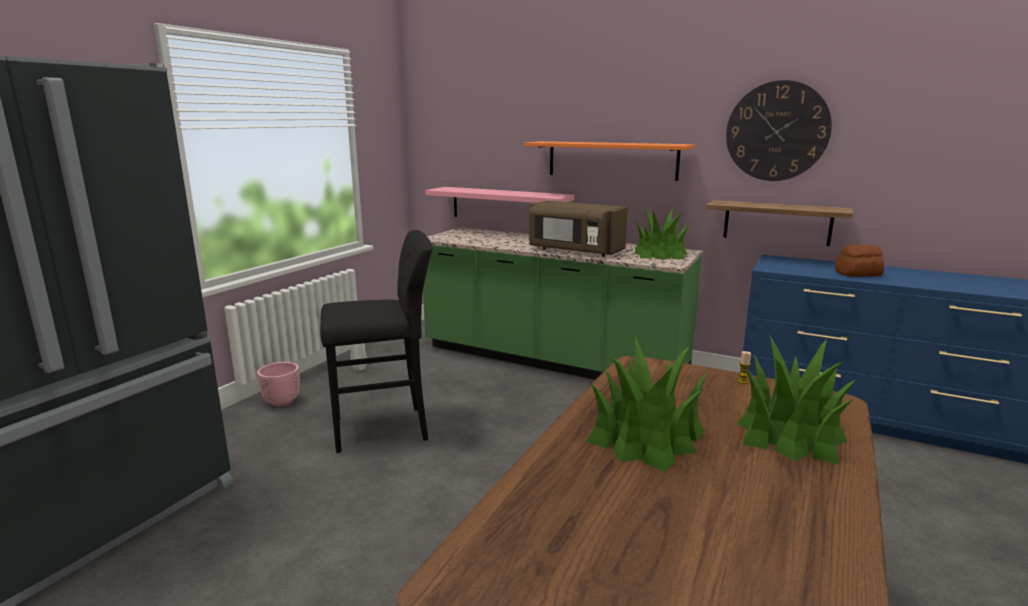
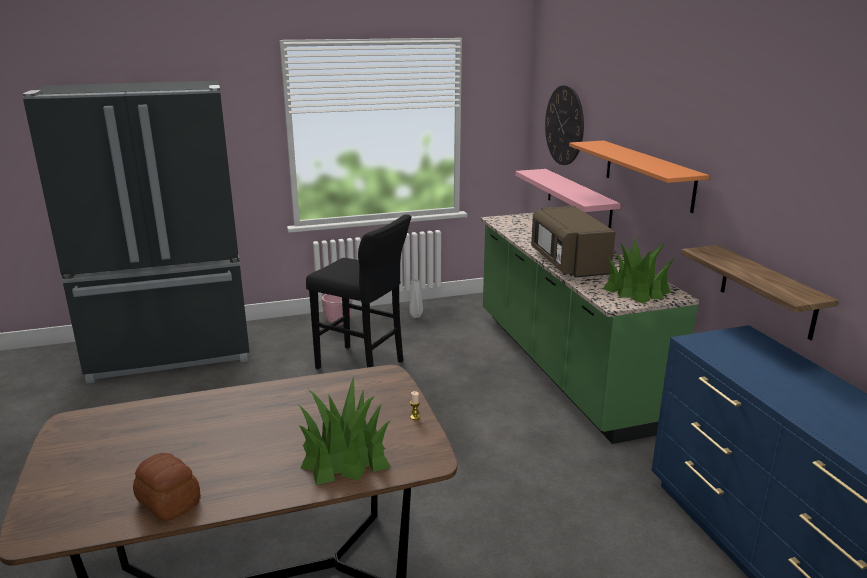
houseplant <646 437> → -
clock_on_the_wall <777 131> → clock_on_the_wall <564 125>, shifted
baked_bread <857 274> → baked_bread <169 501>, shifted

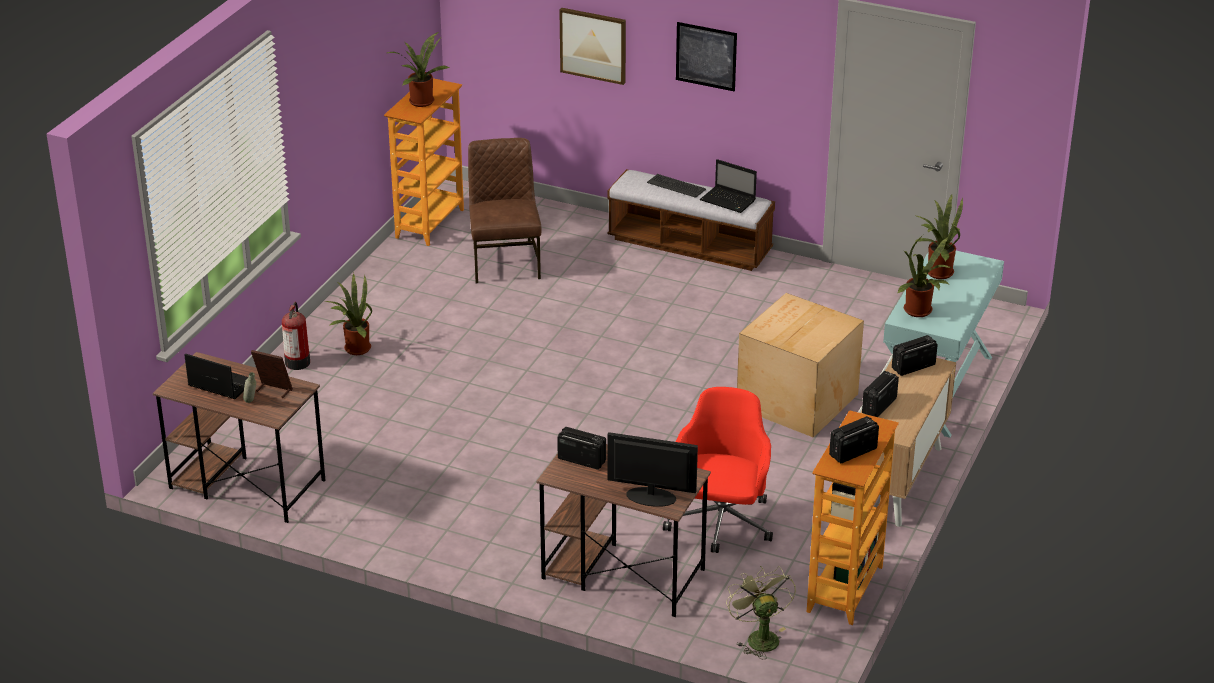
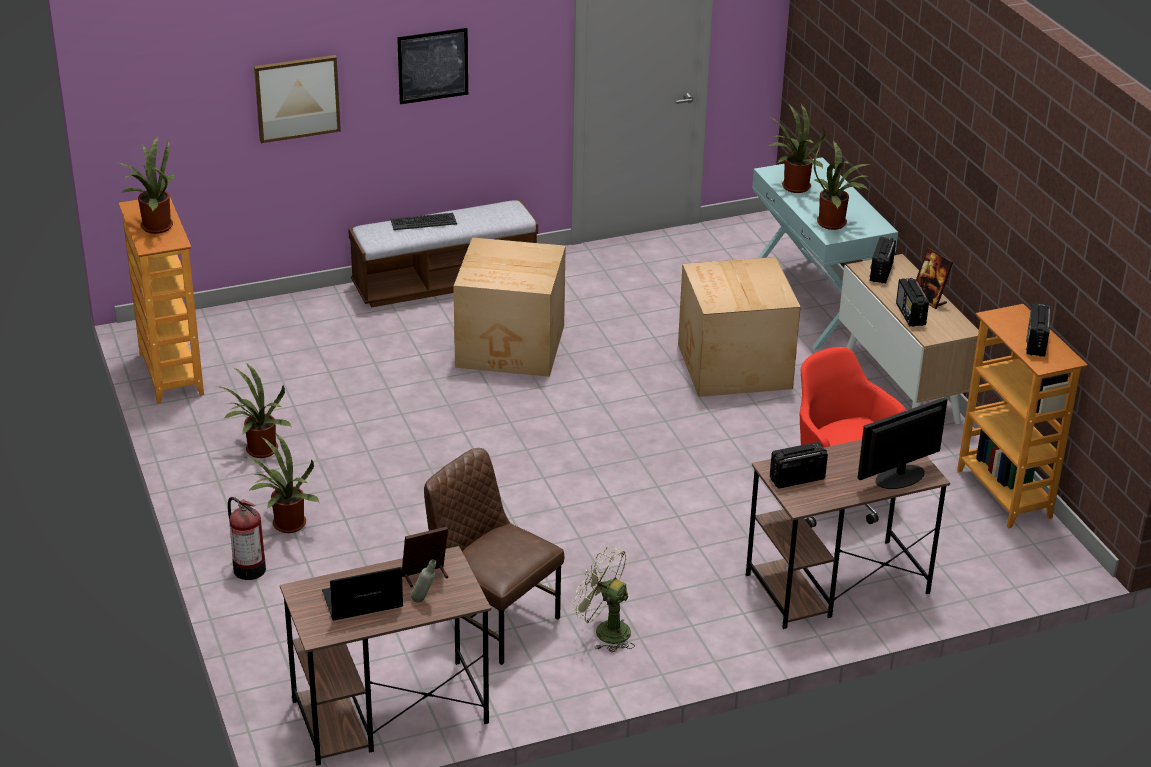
portable_computer <729 201> → -
- → houseplant <259 451>
- → carton <511 347>
- → picture_frame <929 299>
brownish_plain_chair <505 262> → brownish_plain_chair <492 619>, shifted
green_fan <759 637> → green_fan <604 631>, shifted

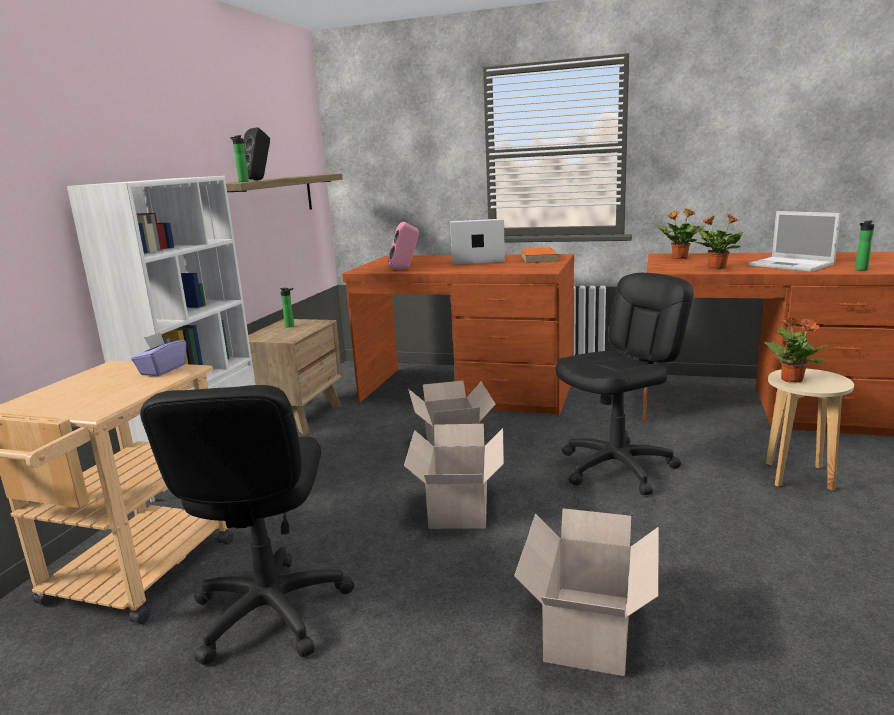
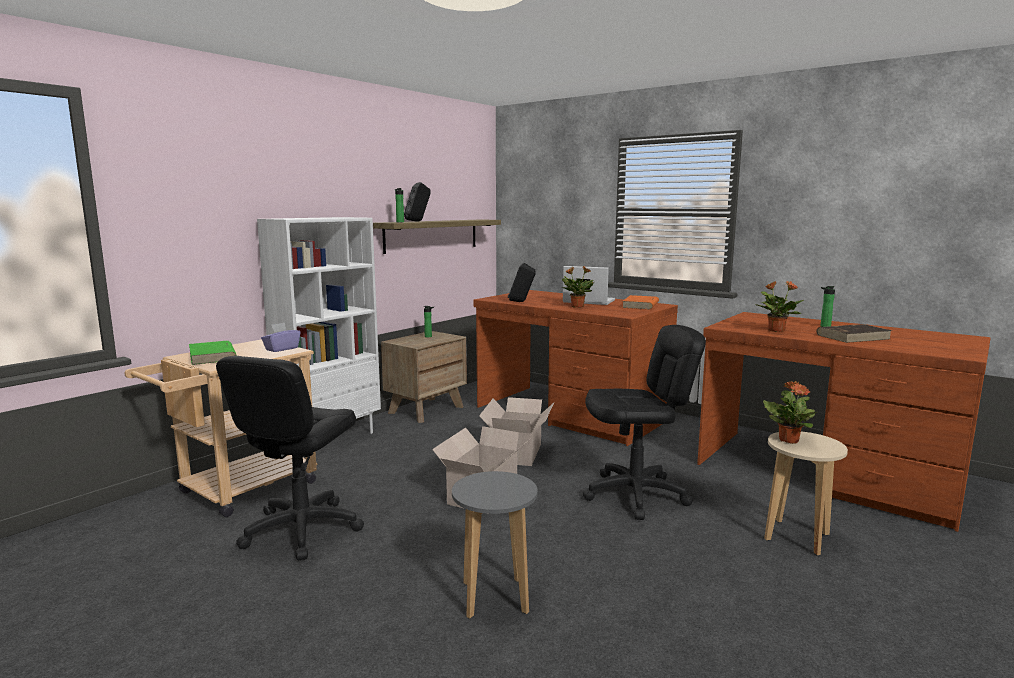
- → green_book <212 356>
houseplant <679 258> → houseplant <577 306>, shifted
bottle <860 270> → bottle <824 326>, shifted
carton <587 631> → greyish_stool_seat <494 598>
portable_computer <792 265> → brownish_book <853 336>
pink_audio_speaker <405 269> → black_audio_speaker <521 302>

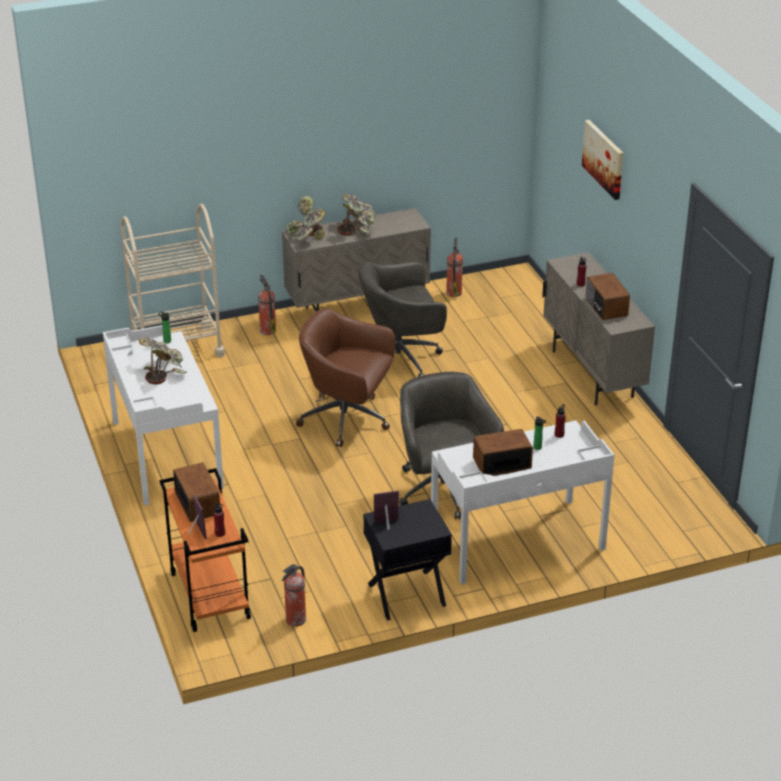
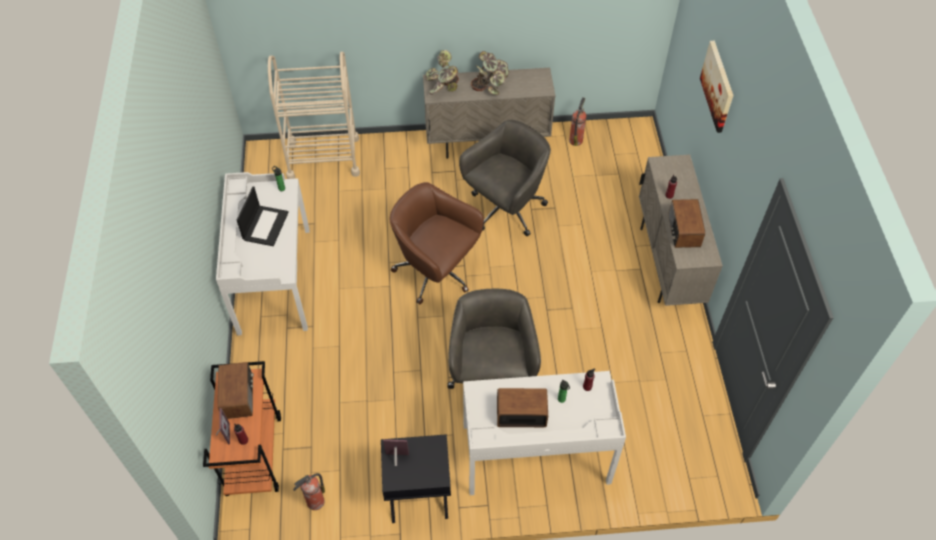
fire-fighting_cylinder <267 330> → -
houseplant <163 371> → portable_computer <265 225>
greyish_desk_chair <401 359> → greyish_desk_chair <505 210>, 135 degrees clockwise

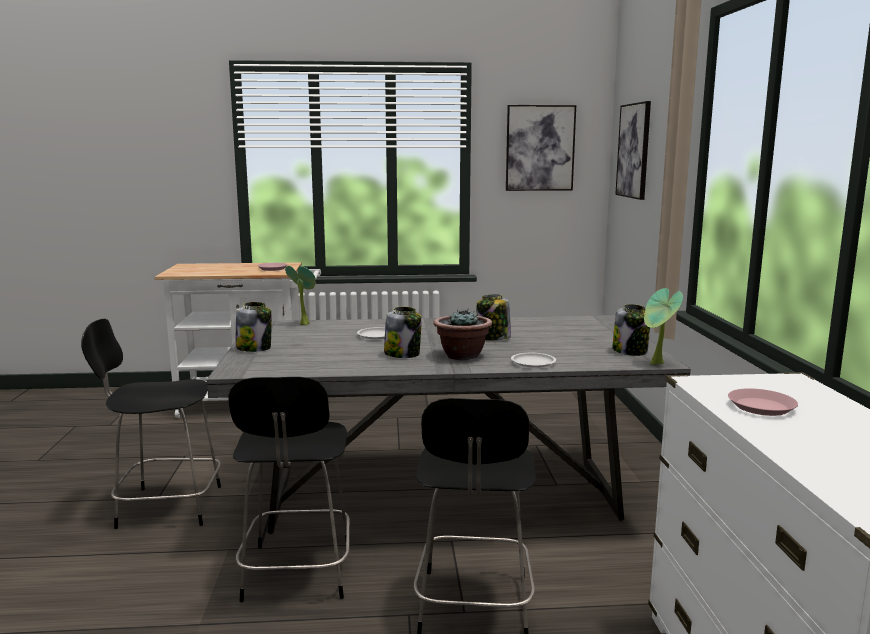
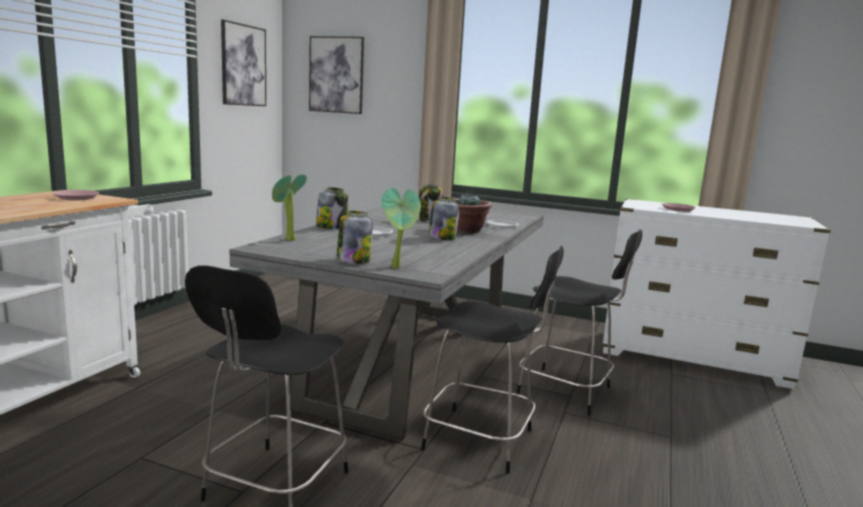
preserve_jar <630 351> → preserve_jar <331 227>, shifted
houseplant <657 364> → houseplant <398 267>, shifted

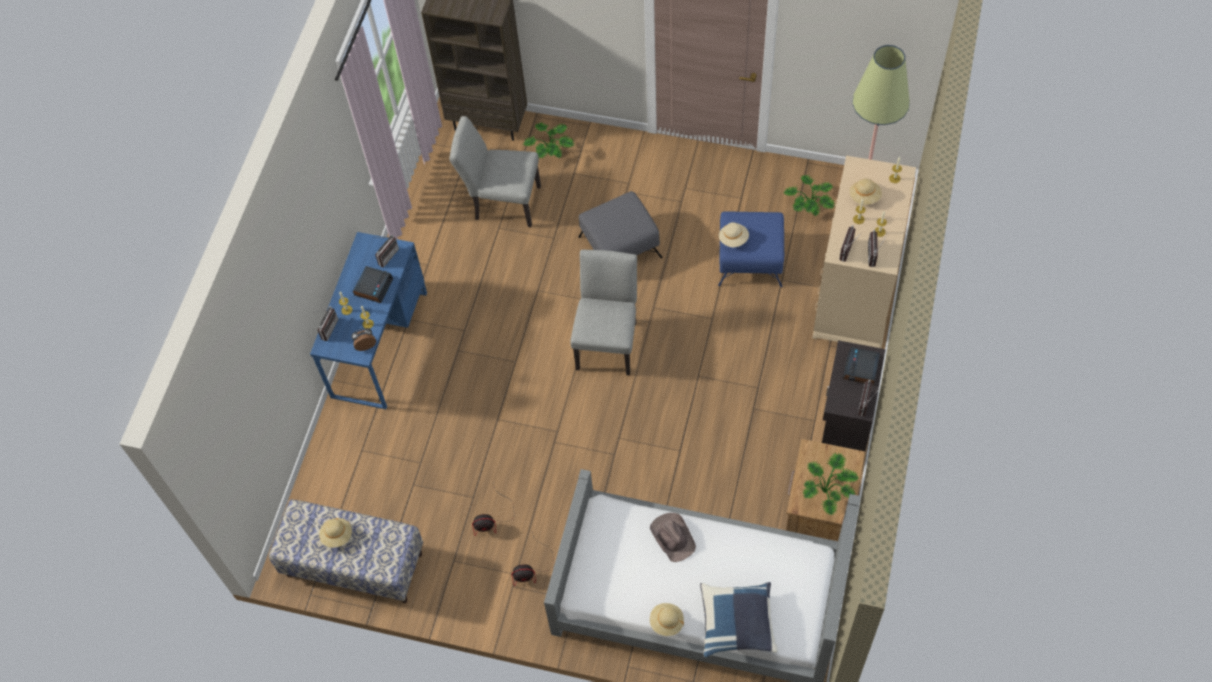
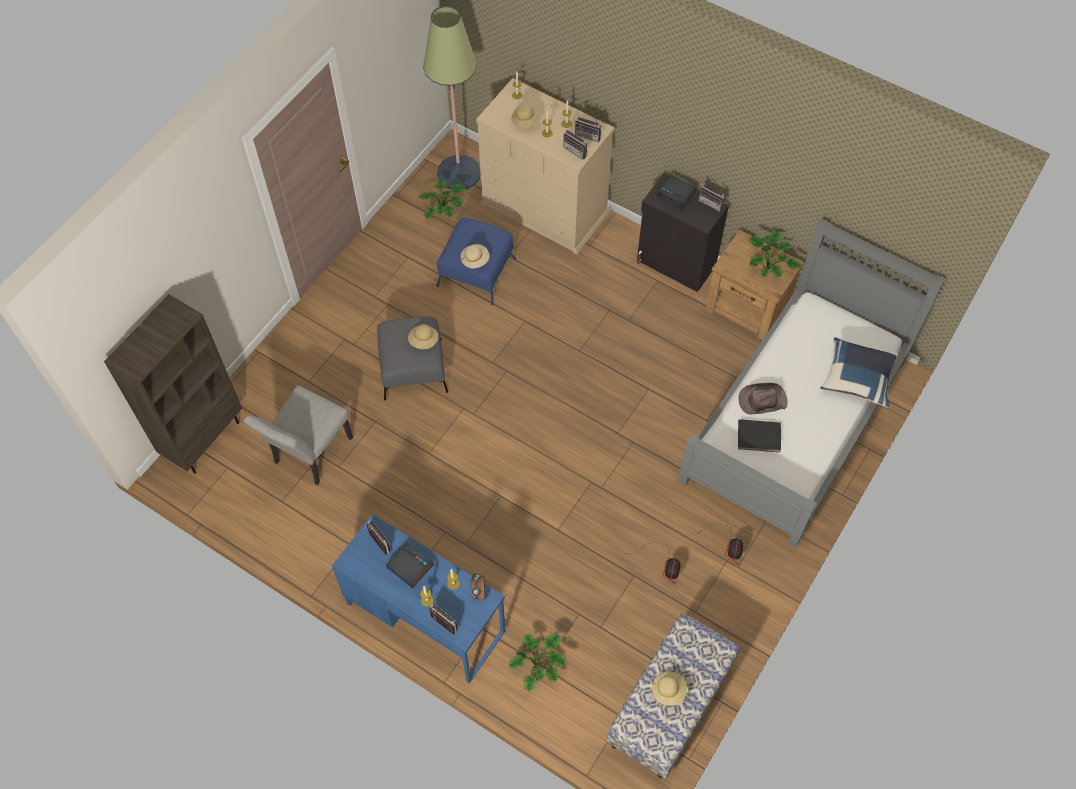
greyish_plain_chair <608 340> → -
- → black_book <759 437>
houseplant <551 153> → houseplant <539 667>, shifted
beige_hat <666 622> → beige_hat <423 341>, shifted

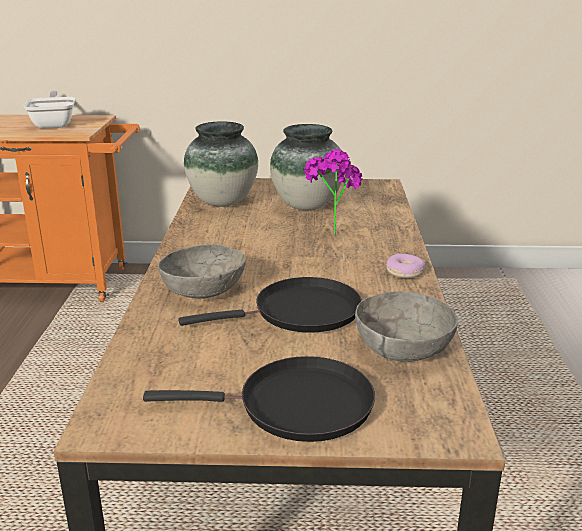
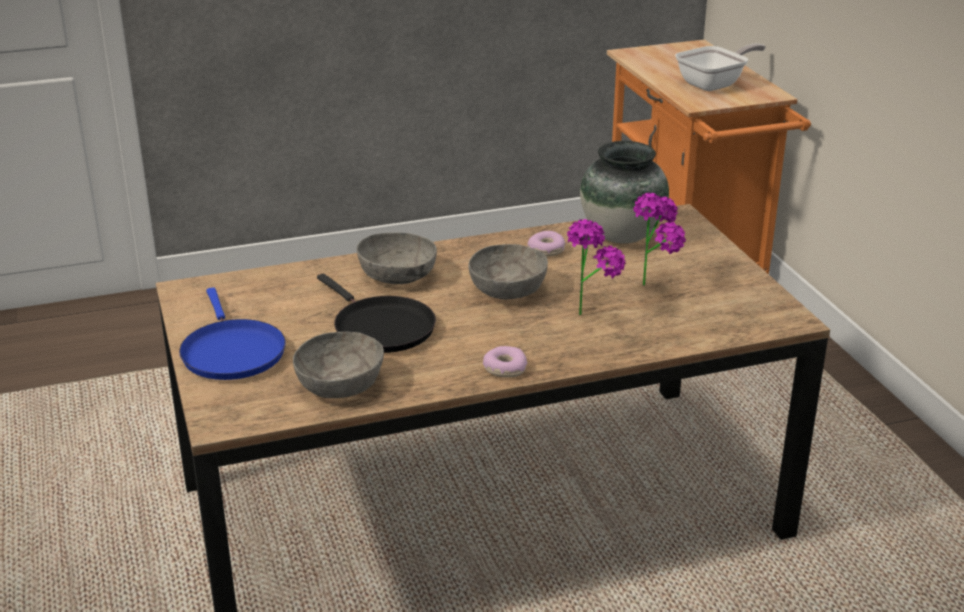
- → greyish_serving_bowl <507 290>
- → donut <547 250>
vase <306 206> → houseplant <655 283>
black_skillet <296 406> → blue-coloured_skillet <231 352>

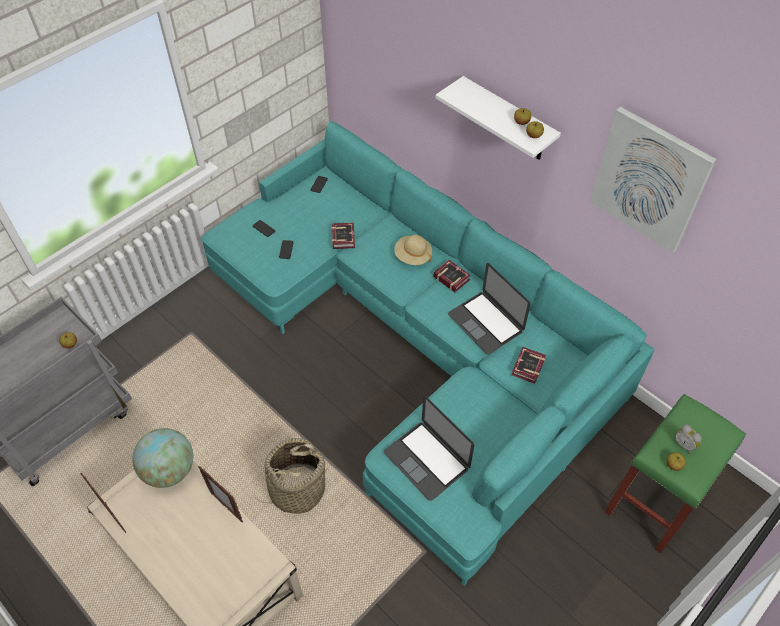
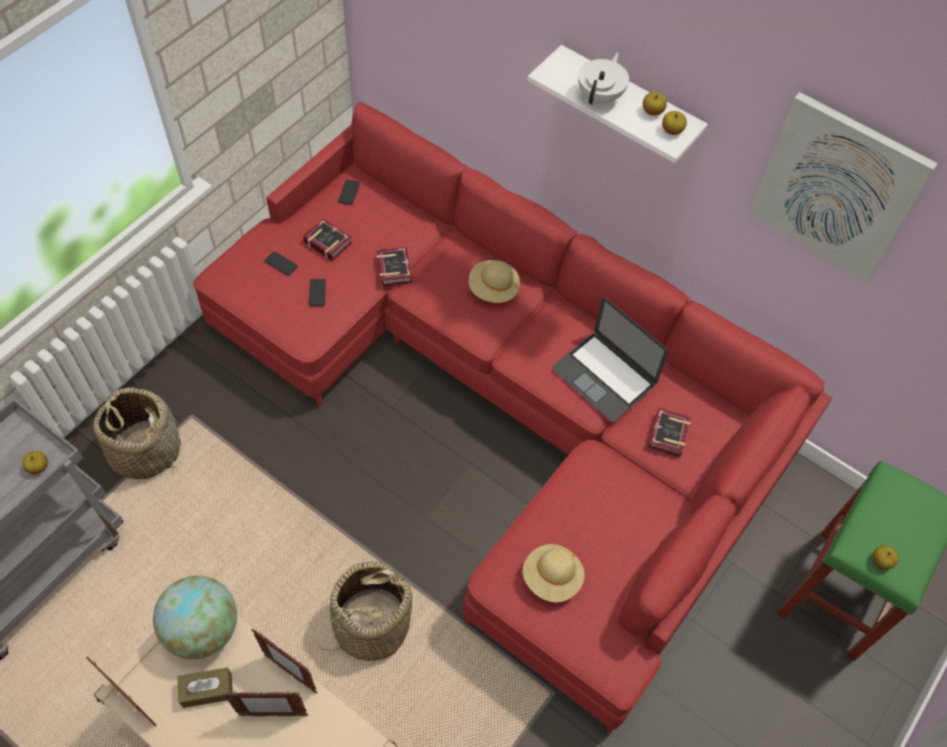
table_clock <684 444> → -
- → storage_basket <145 450>
- → brownish_tissue_holder <207 690>
- → picture_frame <273 714>
- → white-coloured_pot_for_tea <600 96>
book <451 277> → book <327 241>, shifted
portable_computer <427 460> → beige_hat <552 578>
turquoise-coloured_sofa <419 345> → red_sofa <508 407>

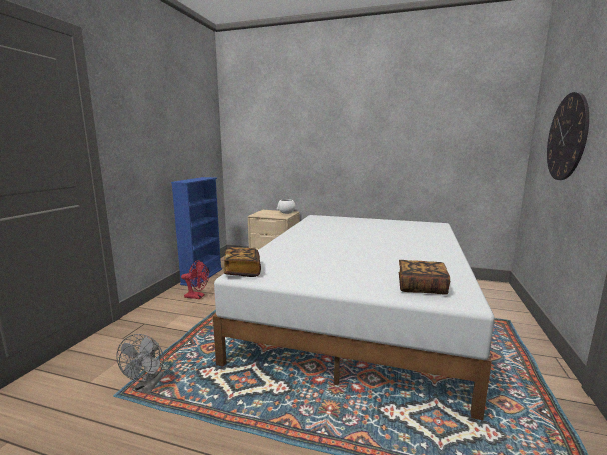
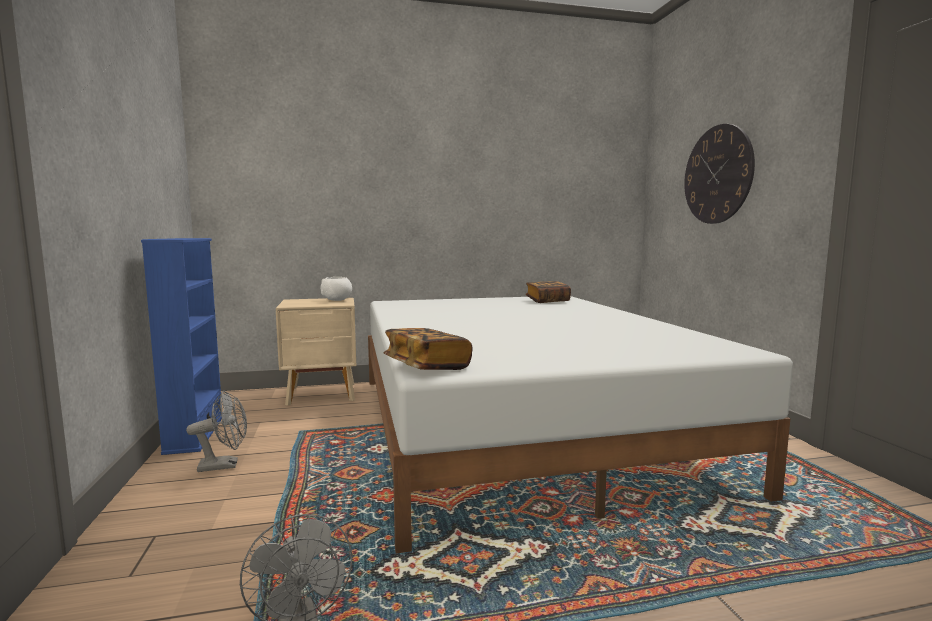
book <421 287> → book <547 301>, shifted
red_fan <197 296> → greyish_fan <225 465>

